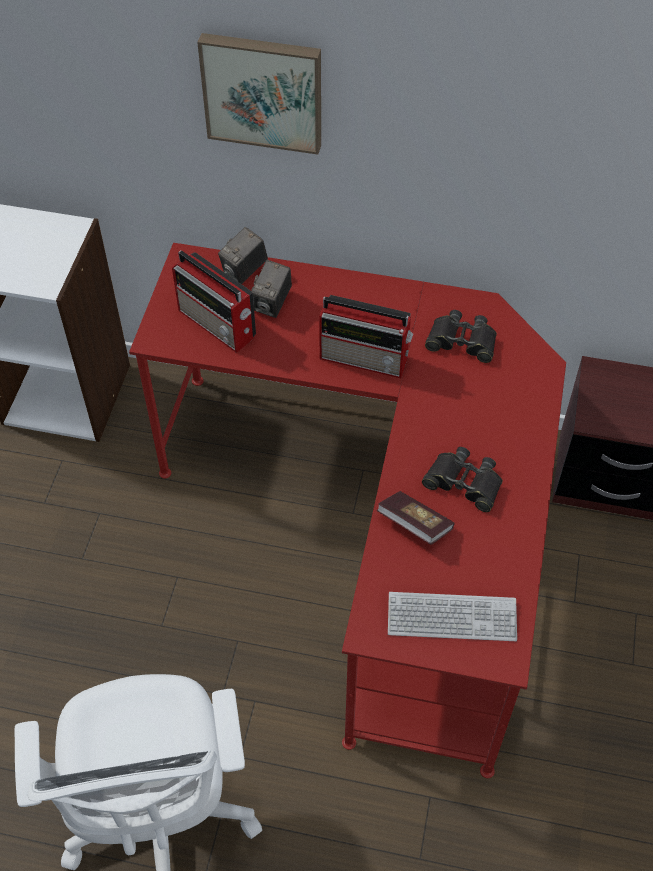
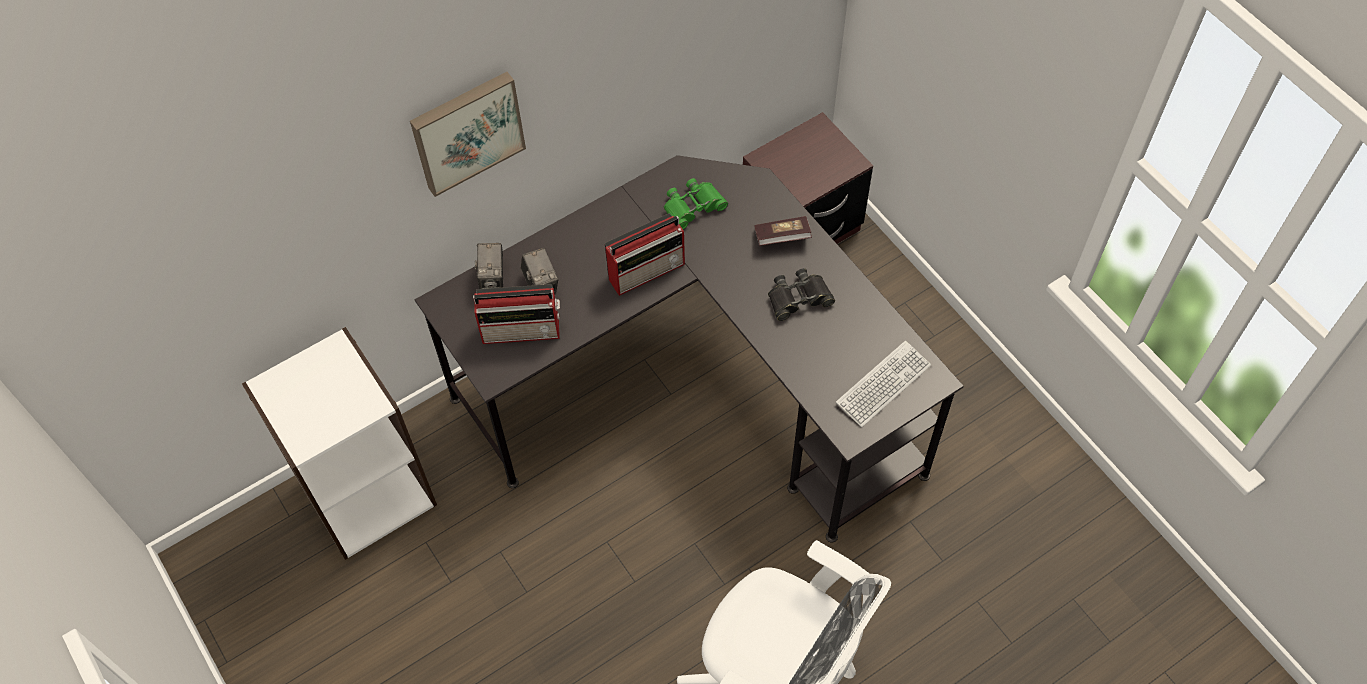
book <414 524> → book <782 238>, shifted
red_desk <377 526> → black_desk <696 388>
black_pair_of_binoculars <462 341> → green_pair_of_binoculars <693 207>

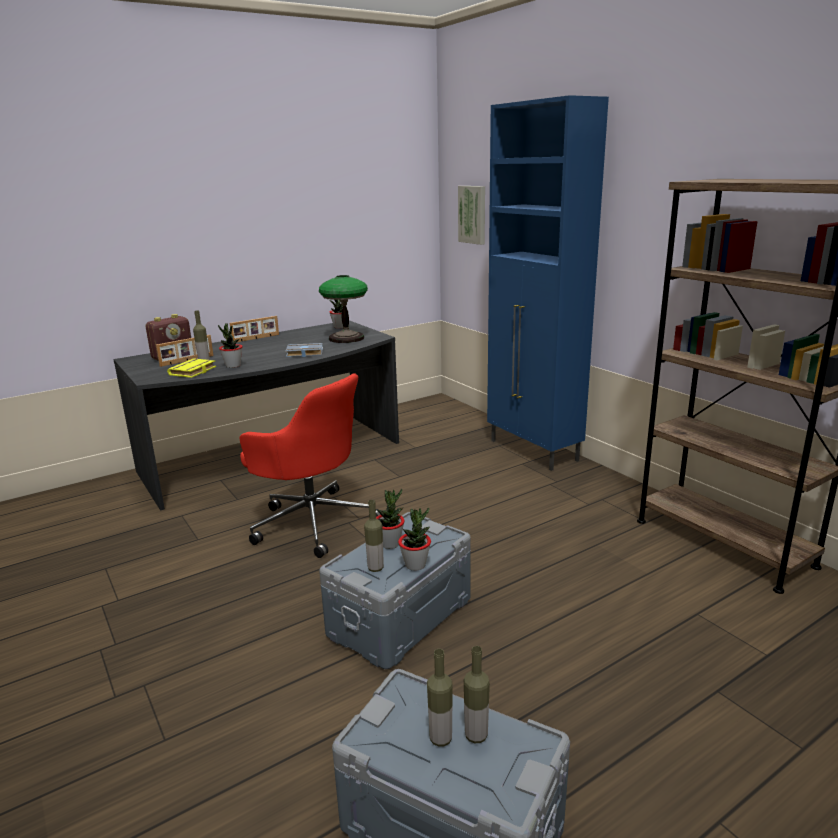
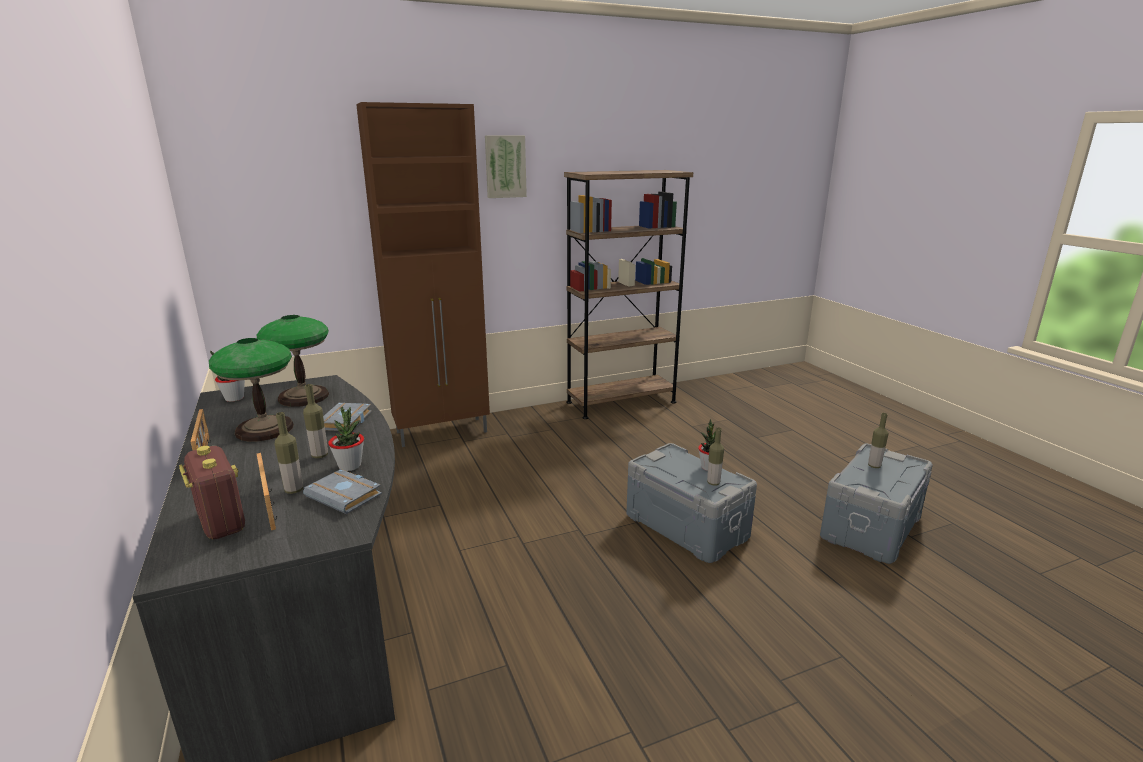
red_desk_chair <312 521> → -
houseplant <390 543> → -
- → lamp_for_a_table <264 429>
bottle <440 739> → bottle <320 455>, shifted
wall_art <473 214> → wall_art <505 166>, shifted
yellow_book <193 372> → greyish_book <346 495>
blue-coloured_storage_cabinet <534 451> → brownish_storage_cabinet <443 432>

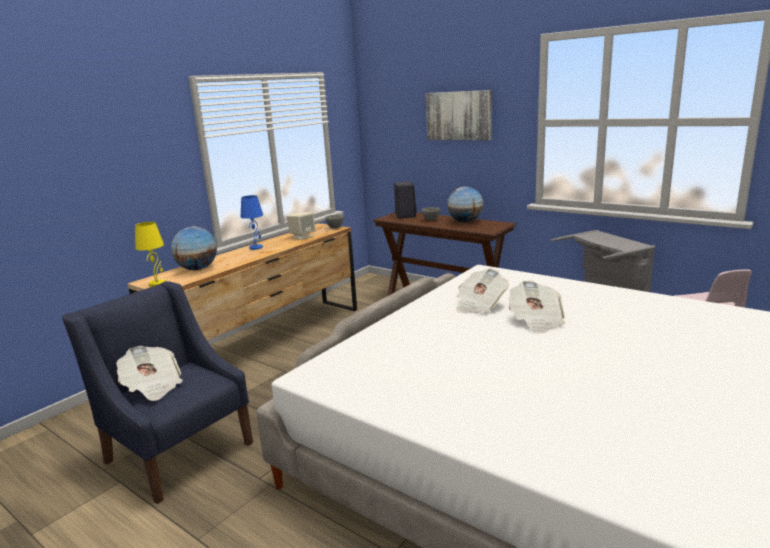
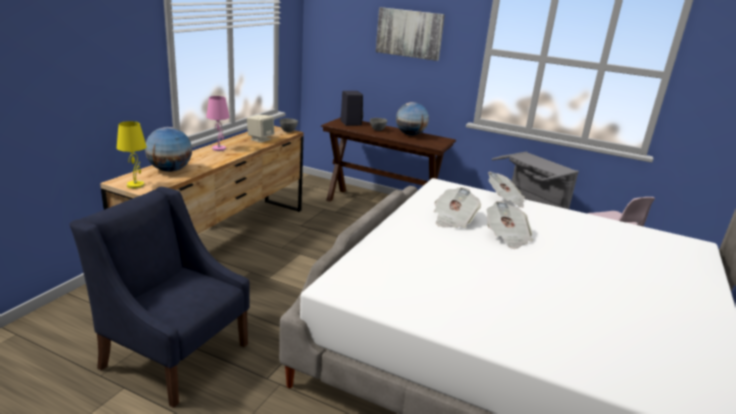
daily_paper <152 386> → daily_paper <505 200>, shifted
blue-coloured_lamp_for_a_table <256 247> → pink_lamp_for_a_table <219 148>

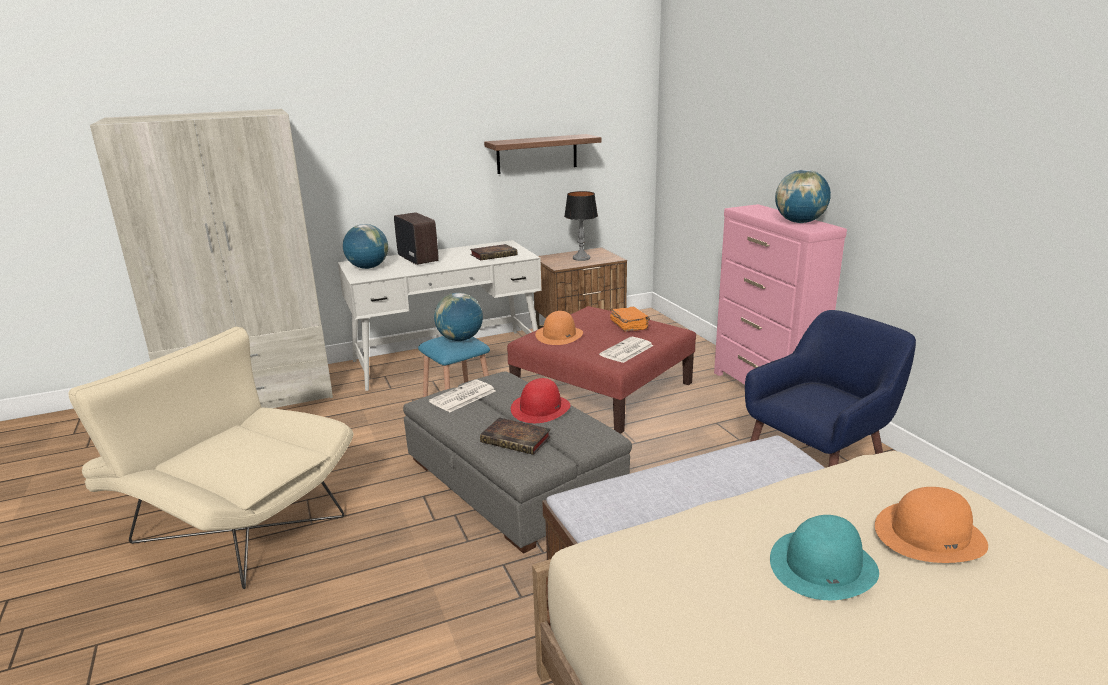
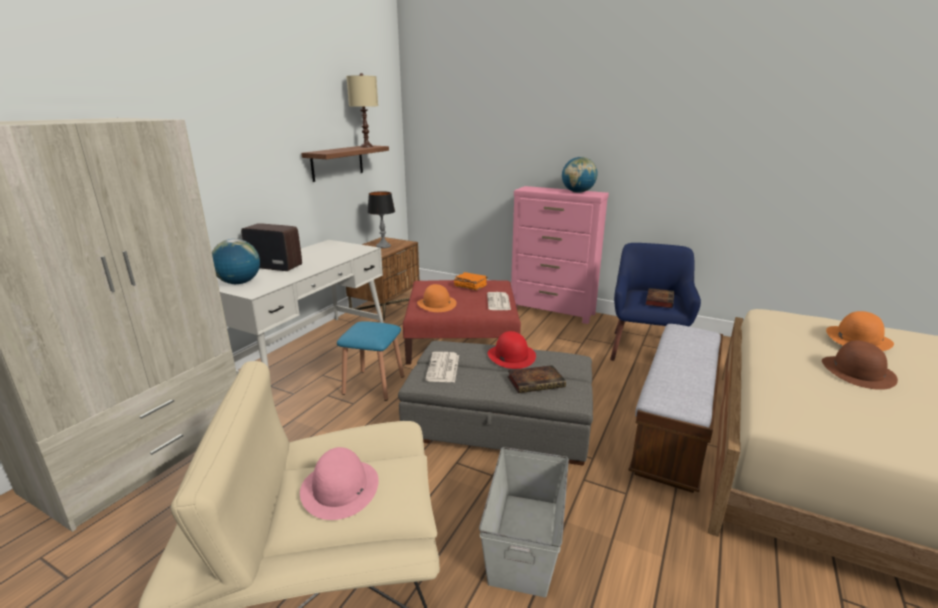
world_globe <460 339> → -
- → pink_hat <340 488>
- → beige_lamp_for_a_table <366 146>
- → greyish_storage_box <523 540>
book <494 255> → book <659 300>, shifted
turquoise-coloured_hat <823 566> → brownish_hat <857 372>

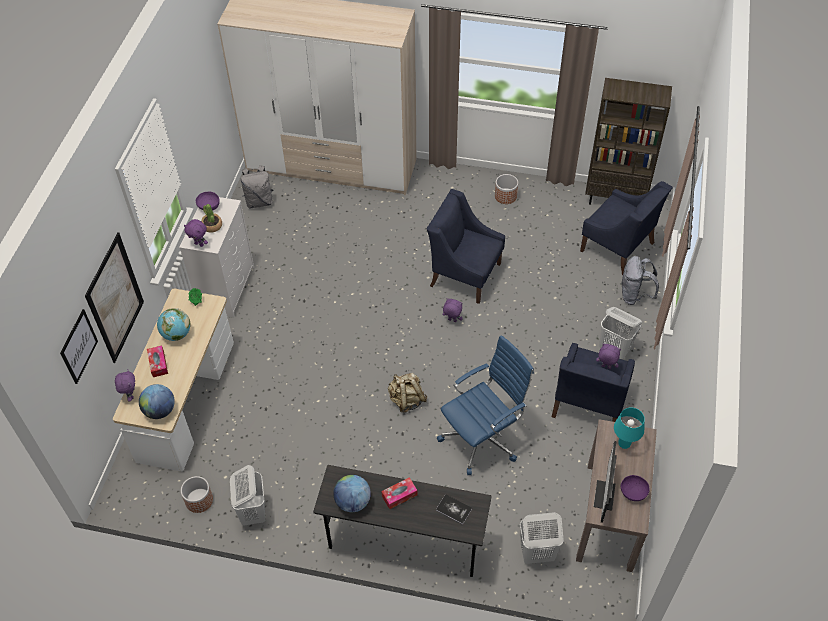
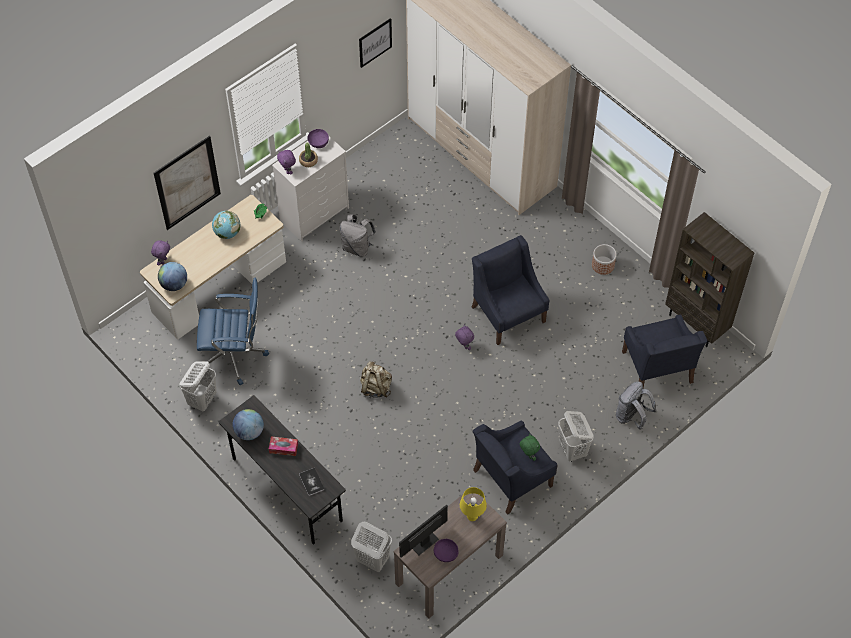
tissue_holder <158 364> → -
planter <199 500> → -
wall_art <79 346> → wall_art <375 42>, shifted
greyish_rucksack <259 201> → greyish_rucksack <357 247>, shifted
blue-coloured_desk_chair <482 438> → blue-coloured_desk_chair <234 355>, shifted
purple-coloured_soft_toy <605 367> → green_soft_toy <528 455>
turquoise-coloured_lamp_for_a_table <623 444> → yellow_lamp_for_a_table <472 516>

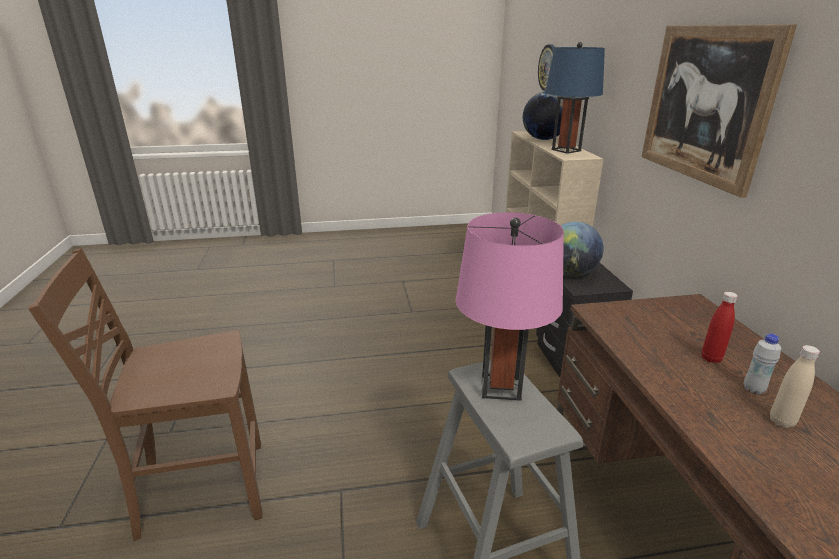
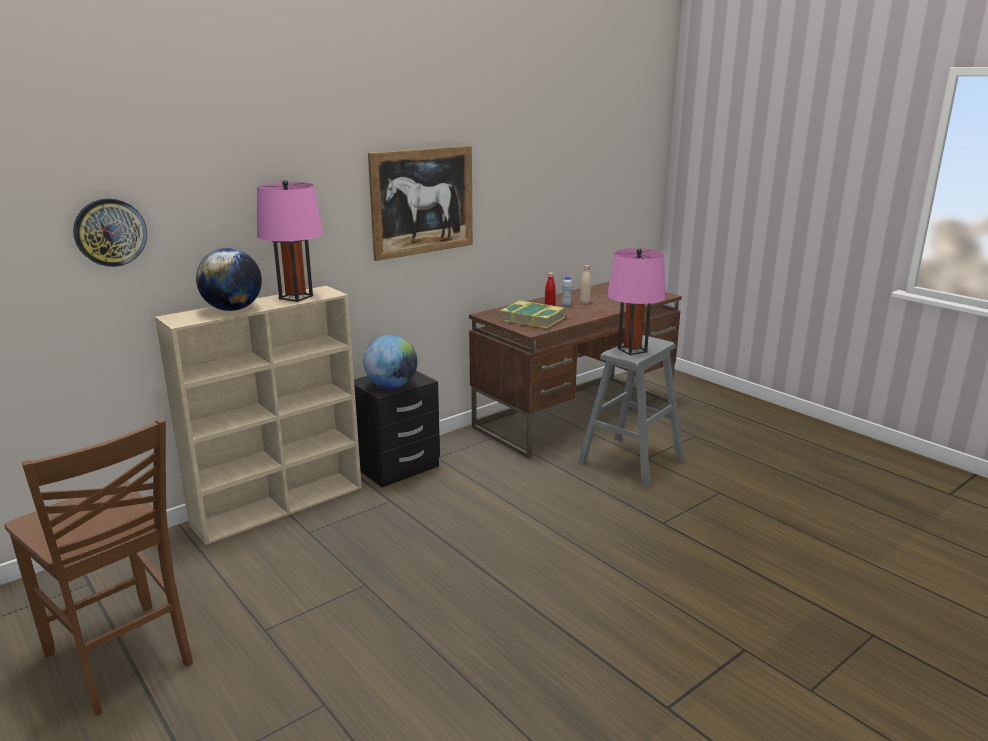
- → book <533 319>
brownish_plain_chair <200 490> → brownish_plain_chair <121 659>, shifted
blue-coloured_lamp_for_a_table <566 150> → pink_lamp_for_a_table <296 297>

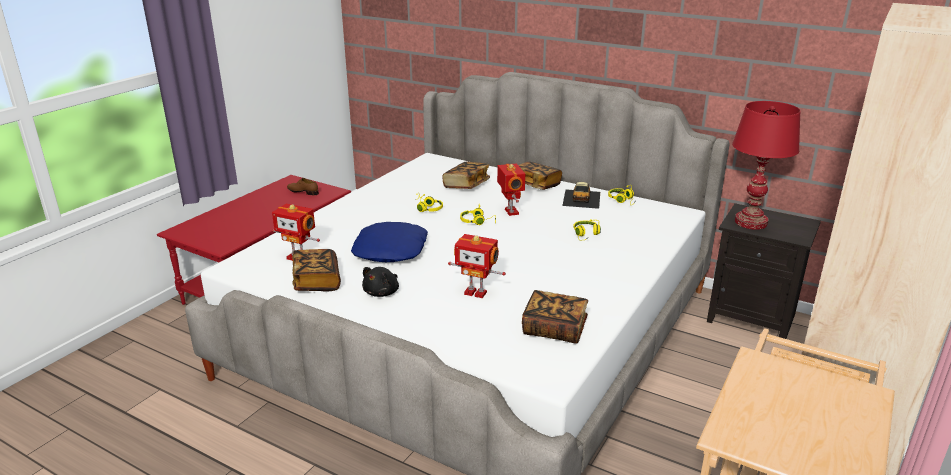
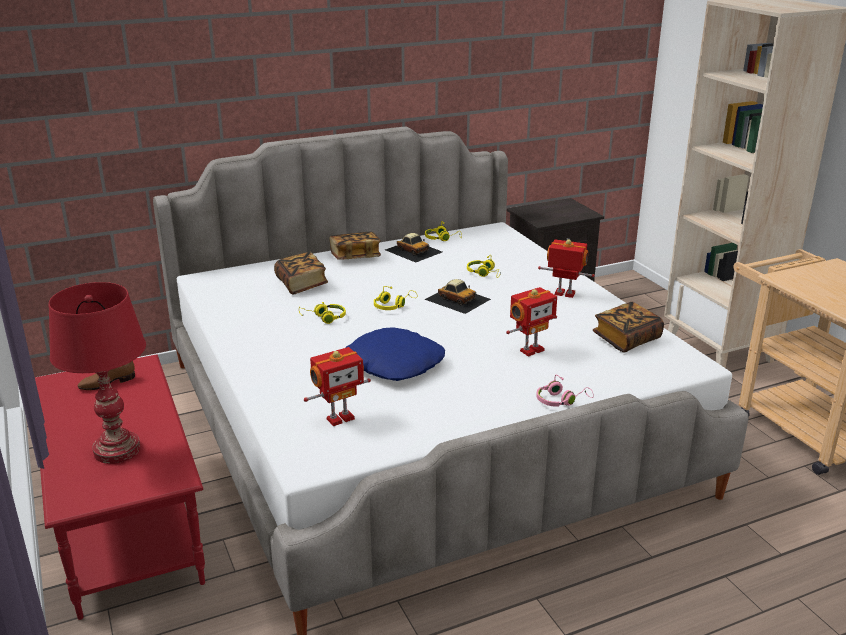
book <317 281> → -
black_soft_toy <382 292> → -
- → model_car <457 299>
- → pink_headset <561 400>
robot_figure <510 212> → robot_figure <564 294>, shifted
red_lamp_for_a_table <751 222> → red_lamp_for_a_table <117 450>, shifted

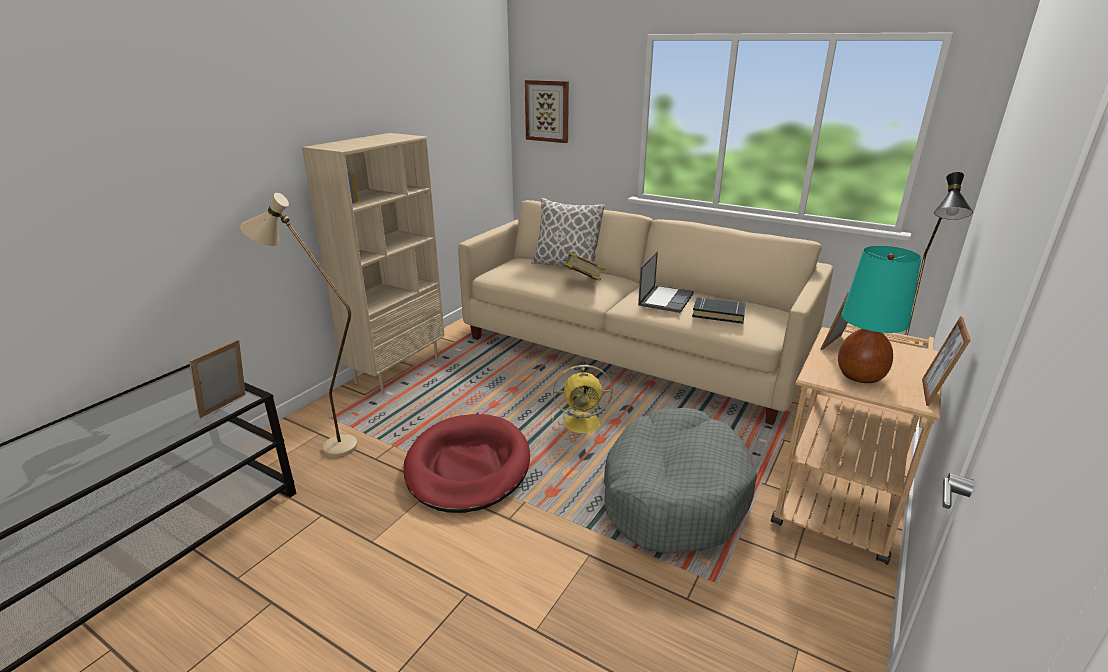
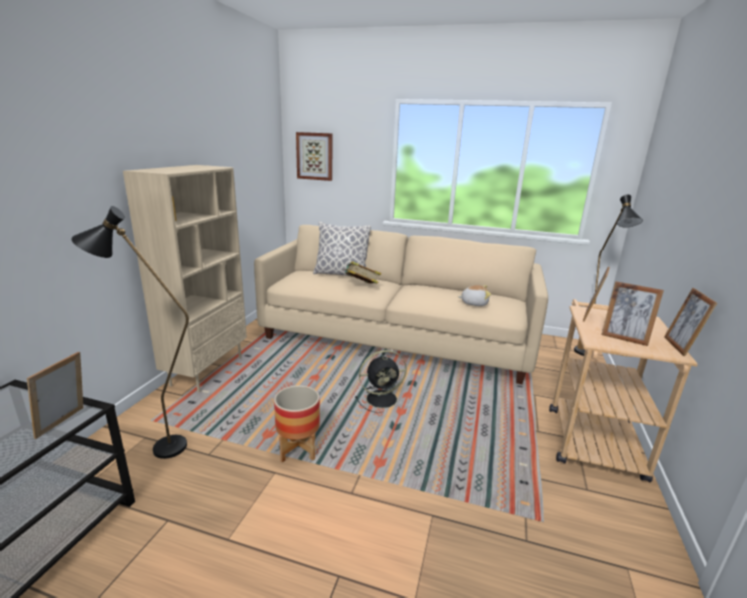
greyish_dog_cushion <673 494> → -
portable_computer <666 299> → -
red_dog_cushion <468 467> → planter <298 450>
black_book <718 314> → soft_toy <474 303>
turquoise-coloured_lamp_for_a_table <860 376> → picture_frame <624 338>
beige_floor_lamp <328 445> → black_floor_lamp <157 448>
yellow_fan <584 423> → black_fan <383 399>

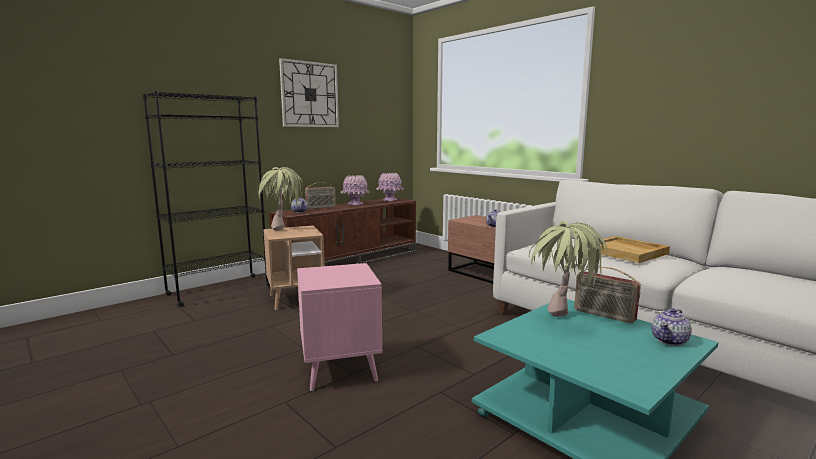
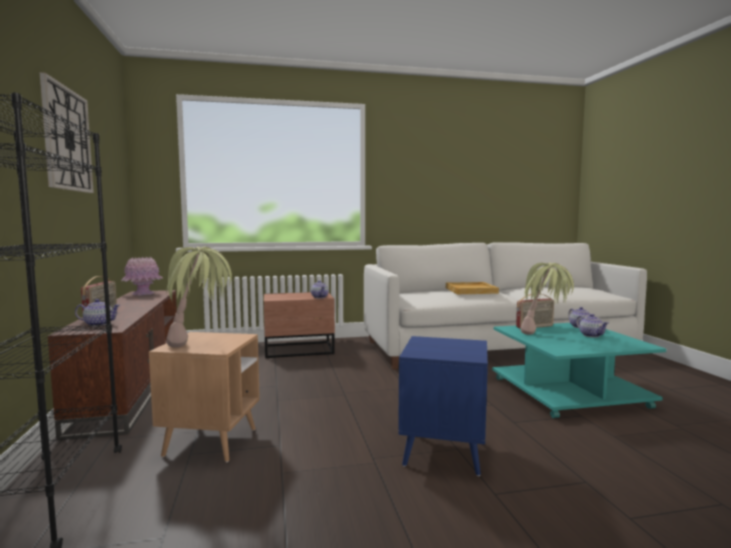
pink_vase <355 204> → -
- → pot_for_tea <591 335>
pink_accent_table <340 369> → blue-coloured_accent_table <443 453>

